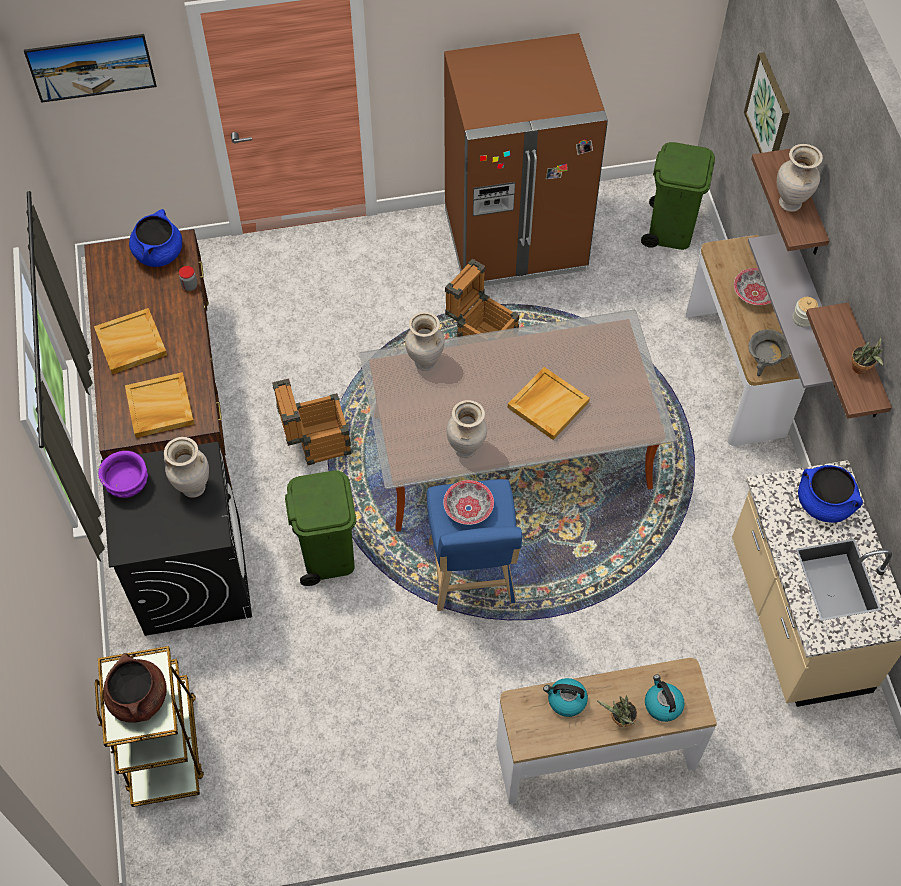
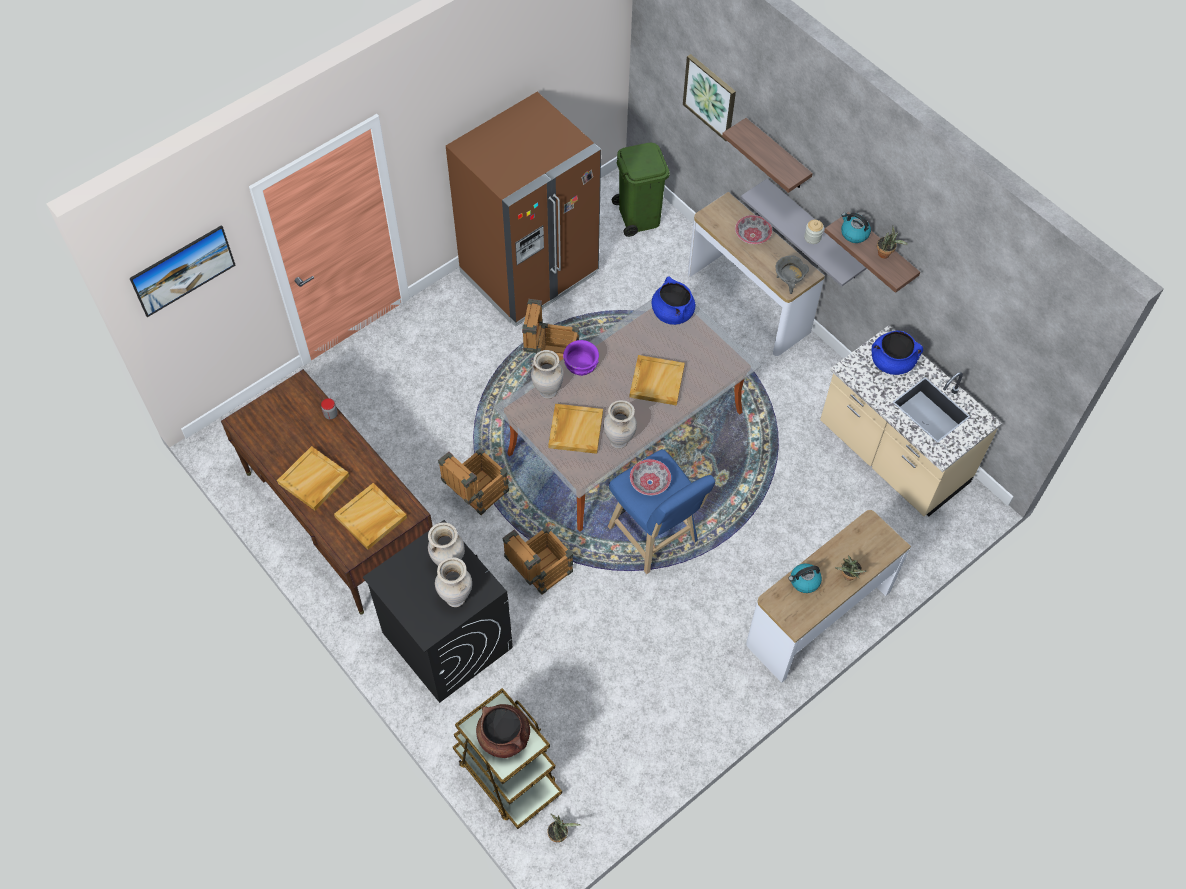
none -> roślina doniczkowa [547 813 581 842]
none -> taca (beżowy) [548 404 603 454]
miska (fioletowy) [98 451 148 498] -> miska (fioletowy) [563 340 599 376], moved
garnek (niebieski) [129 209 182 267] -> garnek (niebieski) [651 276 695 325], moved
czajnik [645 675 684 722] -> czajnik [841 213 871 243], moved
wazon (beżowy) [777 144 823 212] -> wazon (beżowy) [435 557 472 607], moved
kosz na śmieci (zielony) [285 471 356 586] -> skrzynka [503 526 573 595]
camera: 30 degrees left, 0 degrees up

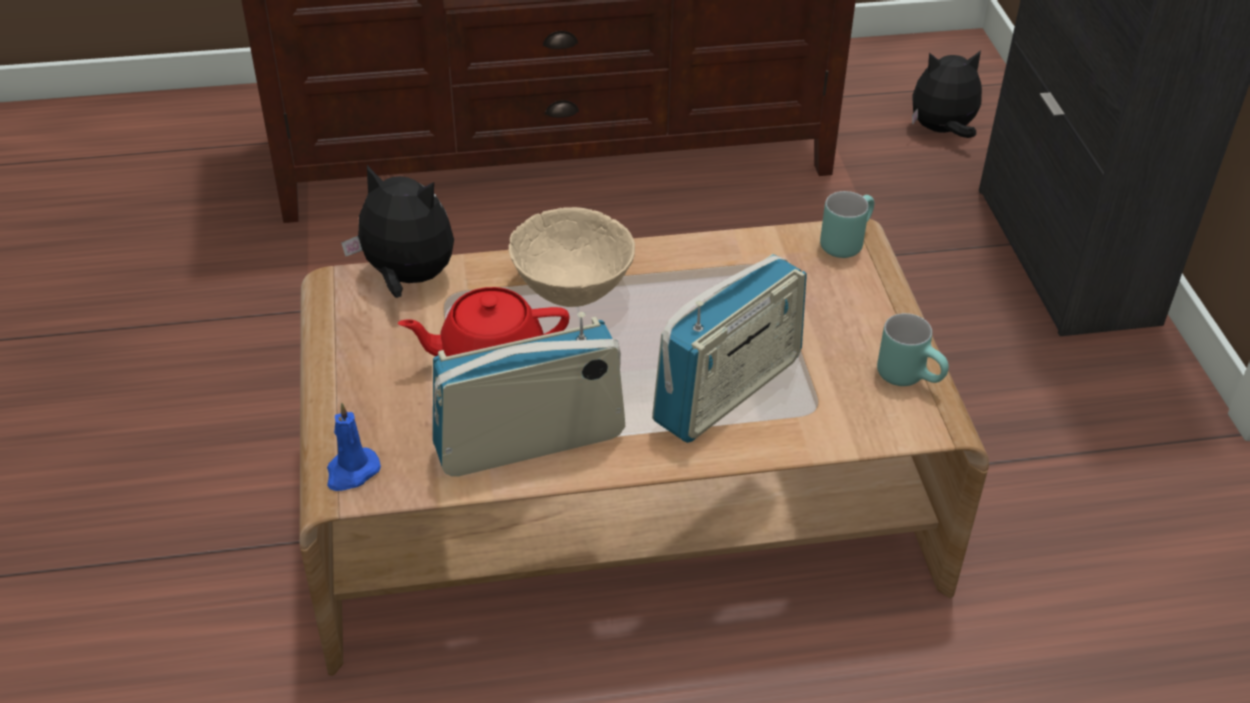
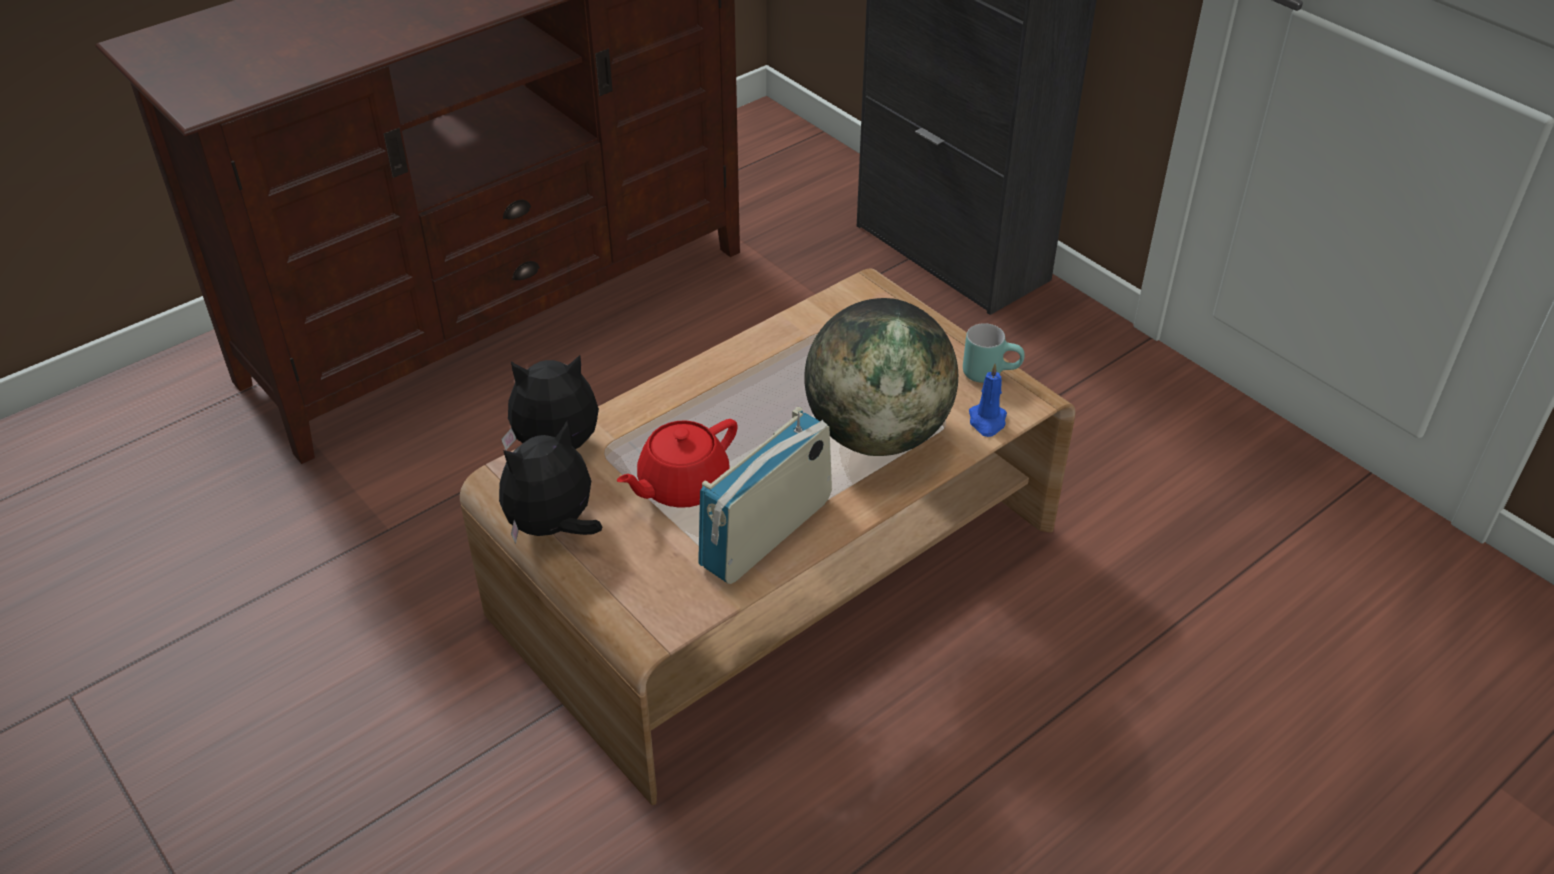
miska (beżowy) [508 207 635 307] -> none
kubek (turkusowy) [820 191 874 258] -> none
świeca (niebieski) [327 403 381 491] -> świeca (niebieski) [969 363 1007 437], moved
pluszak [912 50 982 138] -> pluszak [499 421 602 544], moved
radio [652 254 807 443] -> globus [804 298 958 456]
camera: 30 degrees left, 0 degrees up

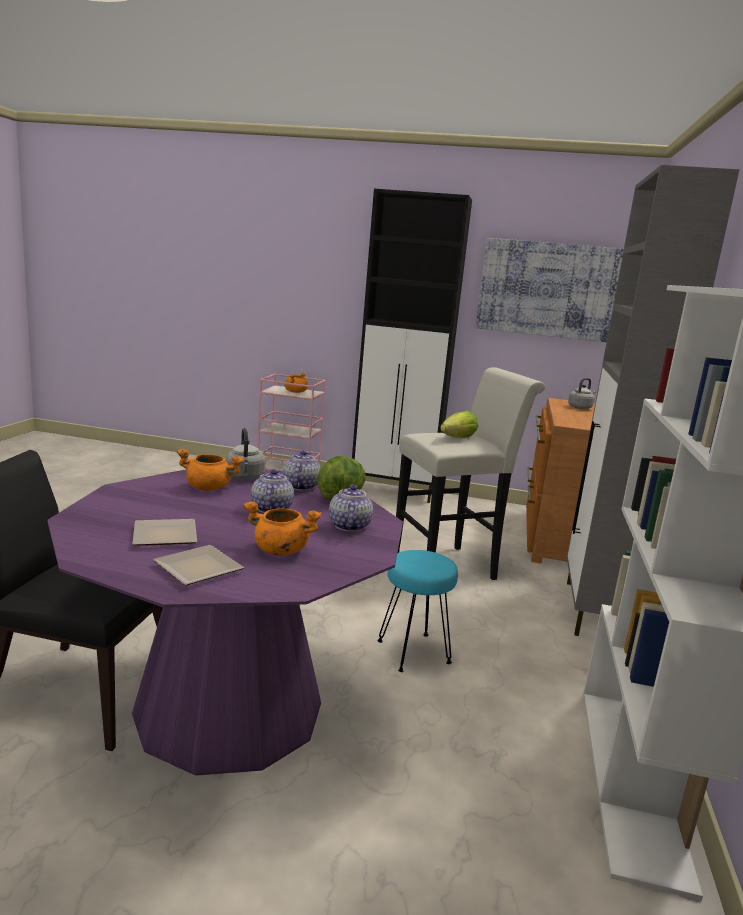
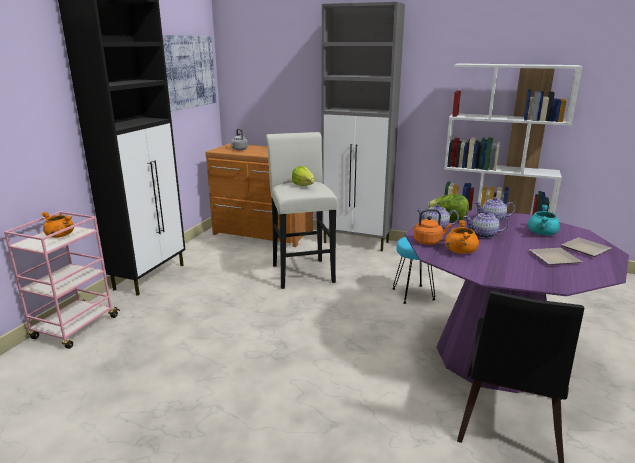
czajnik (szary) [226 428 266 480] -> czajnik (pomarańczowy) [413 209 452 245]
garnek (pomarańczowy) [243 501 322 556] -> garnek (turkusowy) [528 205 560 235]
camera: 80 degrees left, 5 degrees up

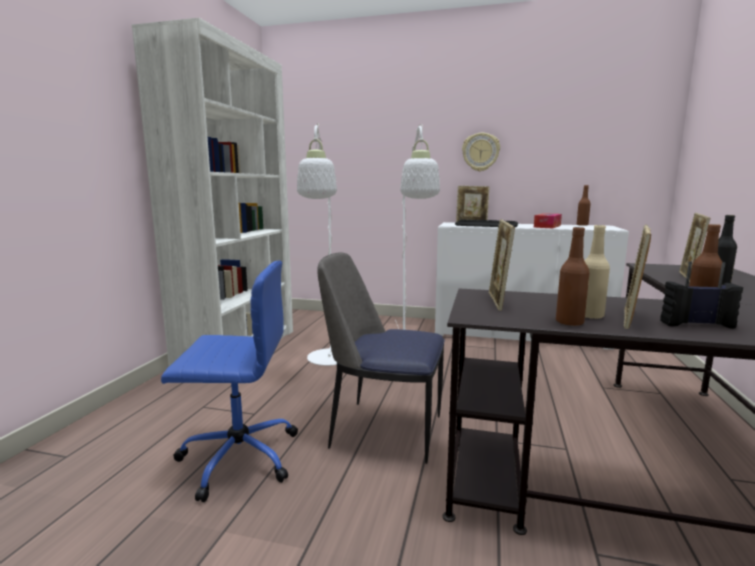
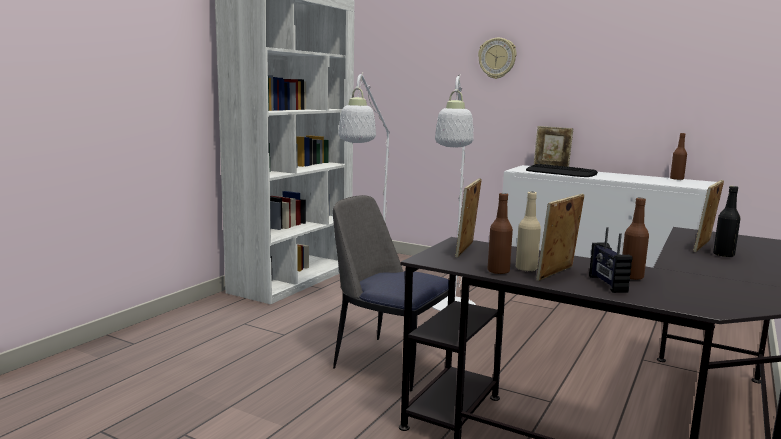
krzesło biurowe (niebieski) [161 260 298 502] -> none
pudełko chusteczek [534 213 562 228] -> none
zegar ścienny [462 133 500 171] -> zegar ścienny [478 38 517 79], moved
radio [660 262 743 329] -> radio [589 227 632 293], 120 degrees counterclockwise
camera: 15 degrees right, 0 degrees up

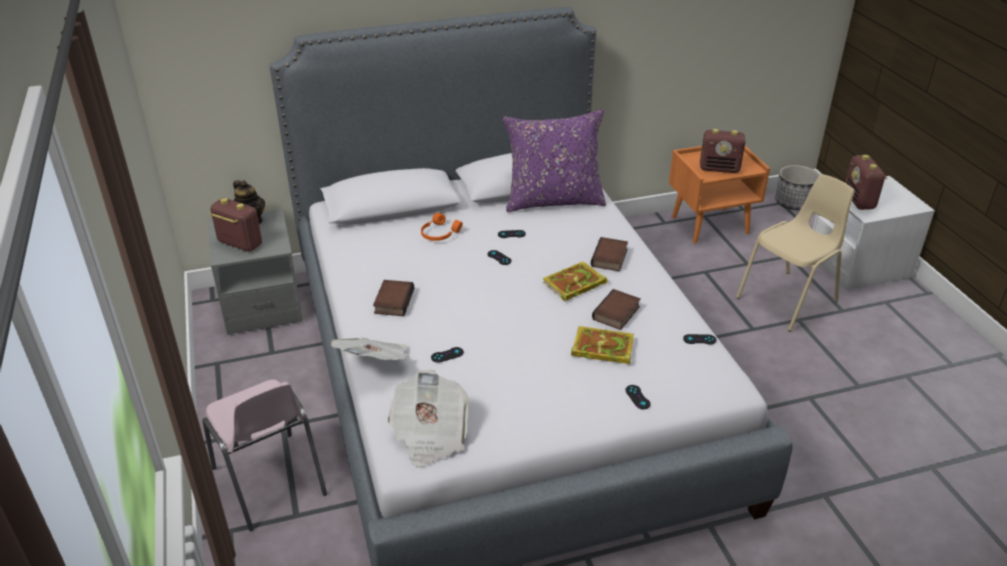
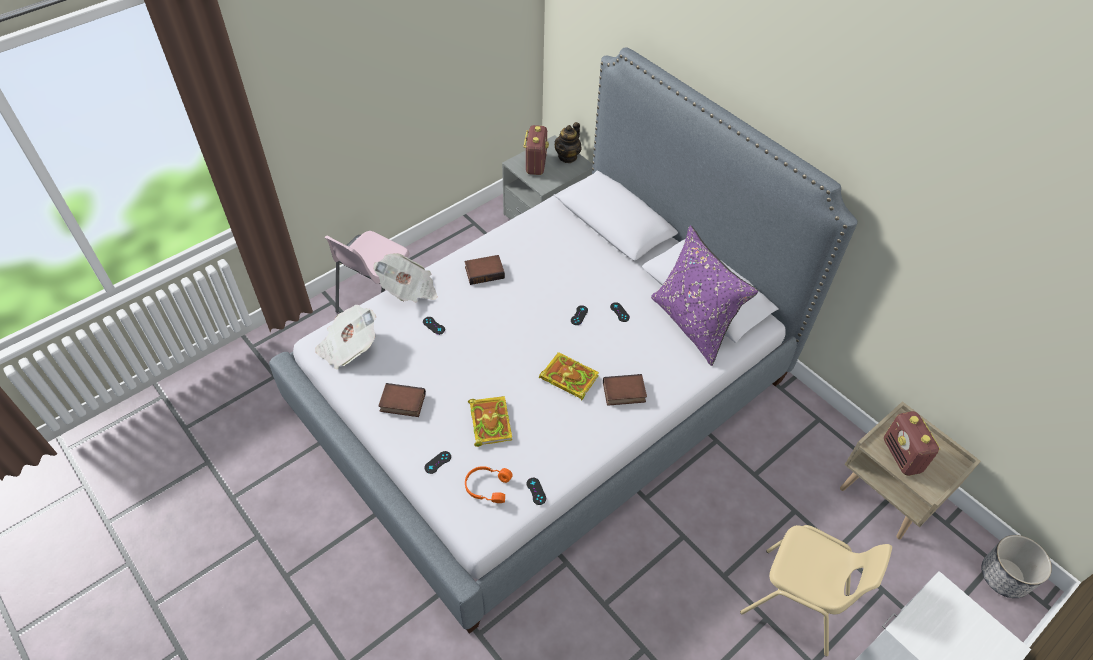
radio [845 155 887 210] -> none
słuchawki (pomarańczowy) [421 213 463 241] -> słuchawki (pomarańczowy) [465 466 513 503], moved
książka [592 289 641 330] -> książka [378 383 426 417], moved
szafka nocna (pomarańczowy) [669 146 770 243] -> szafka nocna (beżowy) [840 401 981 539]
camera: 65 degrees right, 15 degrees up

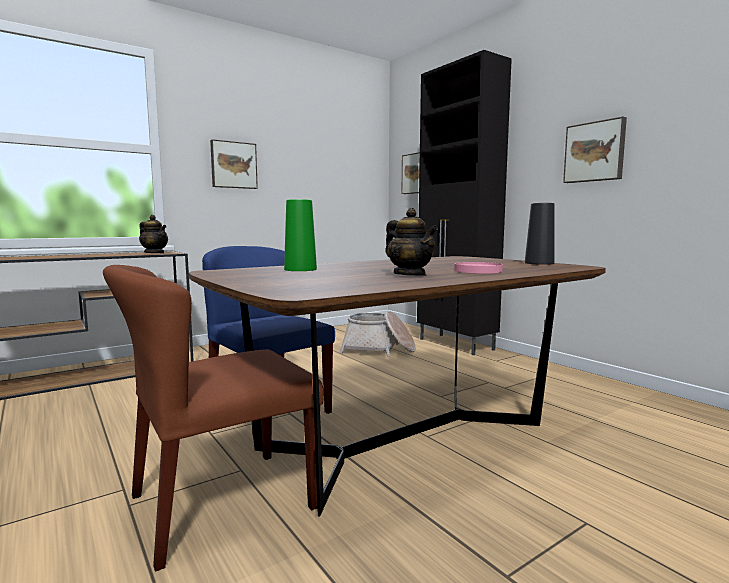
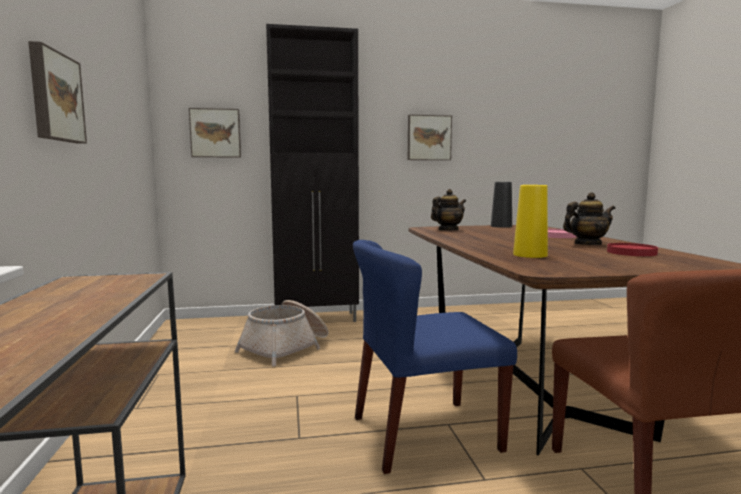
none -> talerz (czerwony) [607 243 658 256]
imbryk [139 215 168 253] -> imbryk [431 189 466 230], moved
wazon (zielony) [284 199 317 271] -> wazon (żółty) [513 185 548 258]
camera: 65 degrees left, 0 degrees up

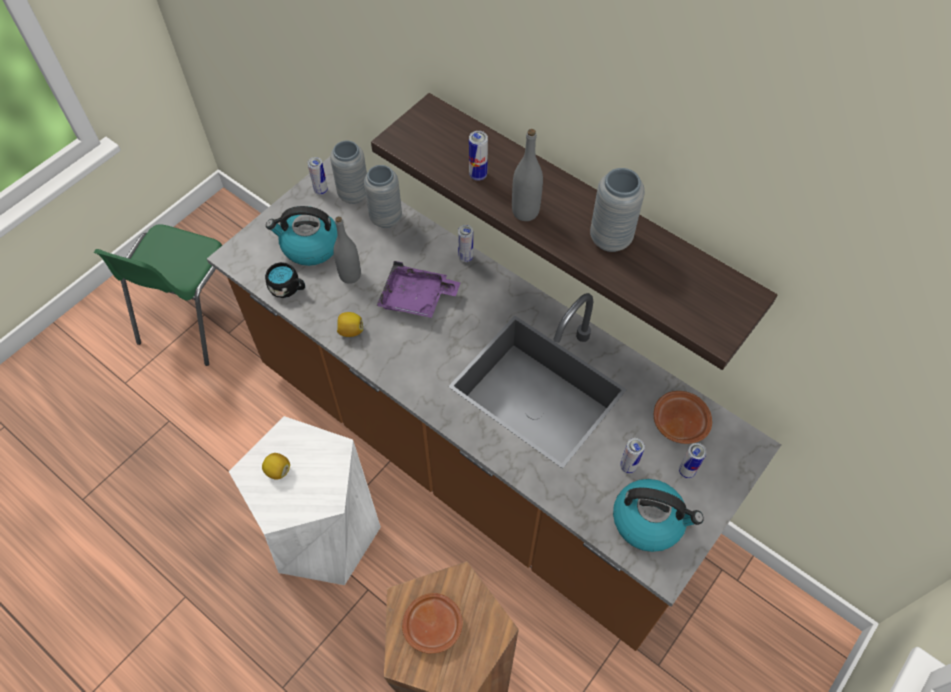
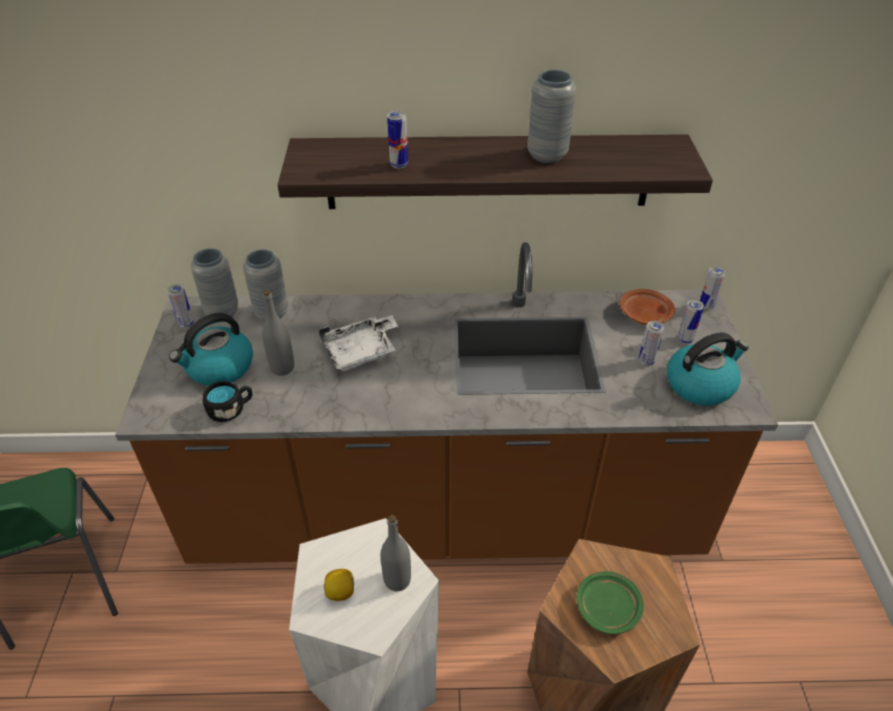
cytryna [337 312 363 337] -> none
puszka [458 225 473 262] -> puszka [700 267 725 310], moved
butelka (szary) [512 129 543 221] -> butelka (szary) [381 515 411 591], moved
taca (fioletowy) [376 261 461 318] -> taca (biały) [319 315 398 371]
talerz (brązowy) [402 593 463 654] -> talerz (zielony) [577 571 644 634]
camera: 40 degrees left, 15 degrees down

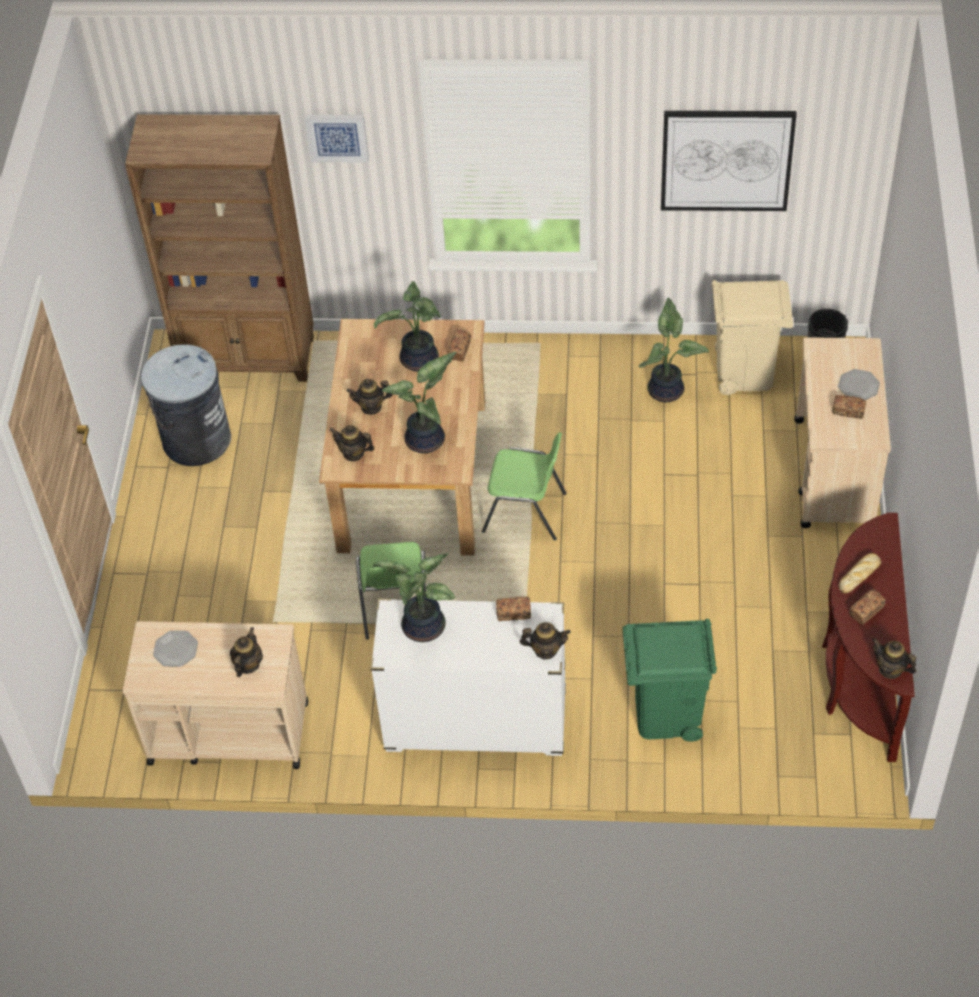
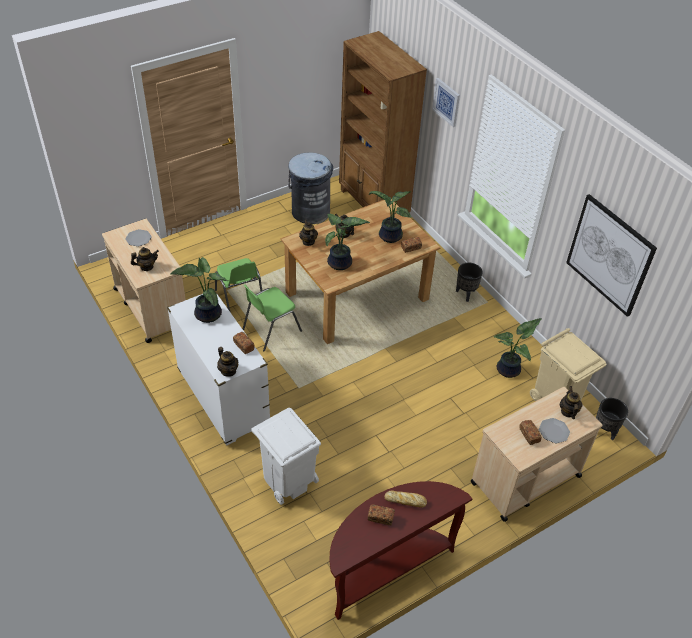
none -> donica (czarny) [456 263 483 302]
krzesło (zielony) [482 433 566 541] -> krzesło (zielony) [215 258 262 313], moved
imbryk [872 638 917 679] -> imbryk [560 386 582 419], moved
kosz na śmieci (zielony) [623 619 717 742] -> kosz na śmieci (biały) [251 408 321 505]
camera: 50 degrees right, 5 degrees down

